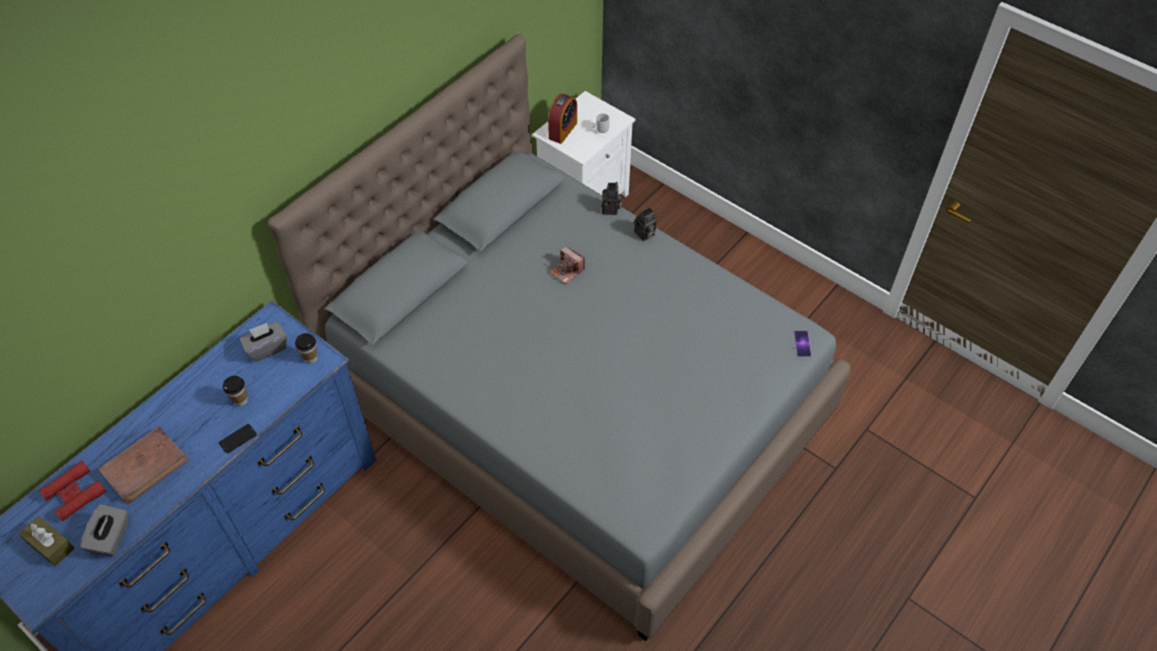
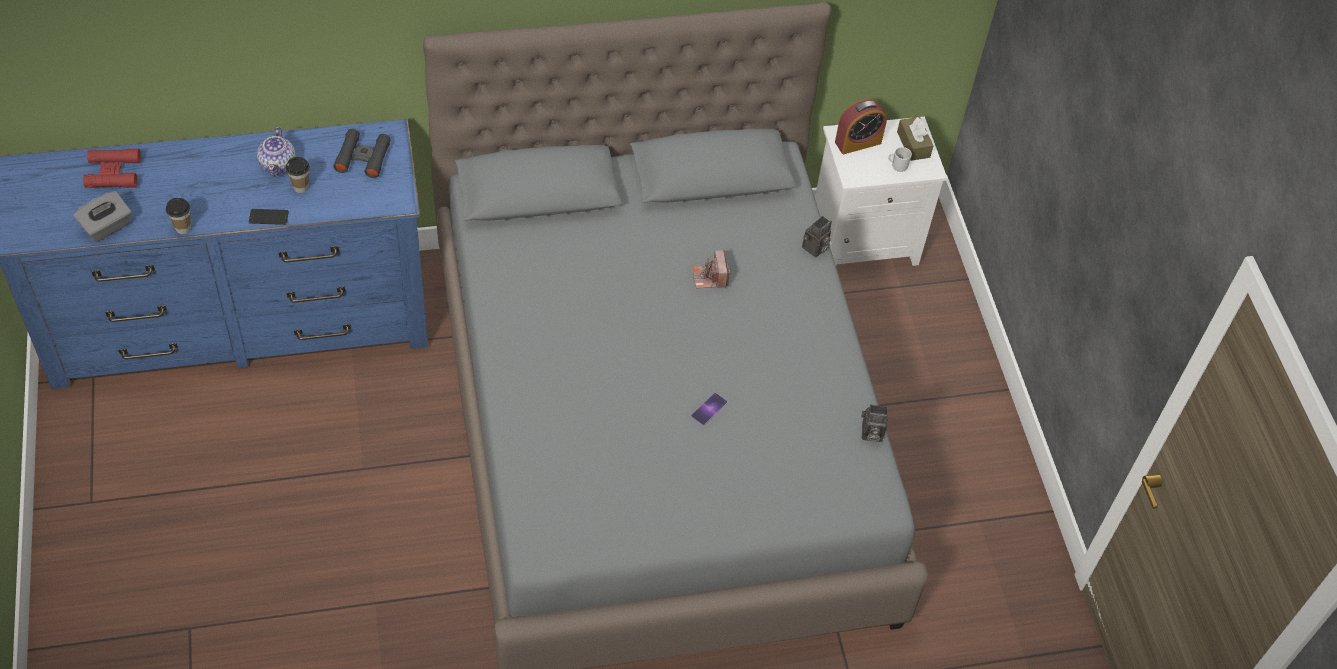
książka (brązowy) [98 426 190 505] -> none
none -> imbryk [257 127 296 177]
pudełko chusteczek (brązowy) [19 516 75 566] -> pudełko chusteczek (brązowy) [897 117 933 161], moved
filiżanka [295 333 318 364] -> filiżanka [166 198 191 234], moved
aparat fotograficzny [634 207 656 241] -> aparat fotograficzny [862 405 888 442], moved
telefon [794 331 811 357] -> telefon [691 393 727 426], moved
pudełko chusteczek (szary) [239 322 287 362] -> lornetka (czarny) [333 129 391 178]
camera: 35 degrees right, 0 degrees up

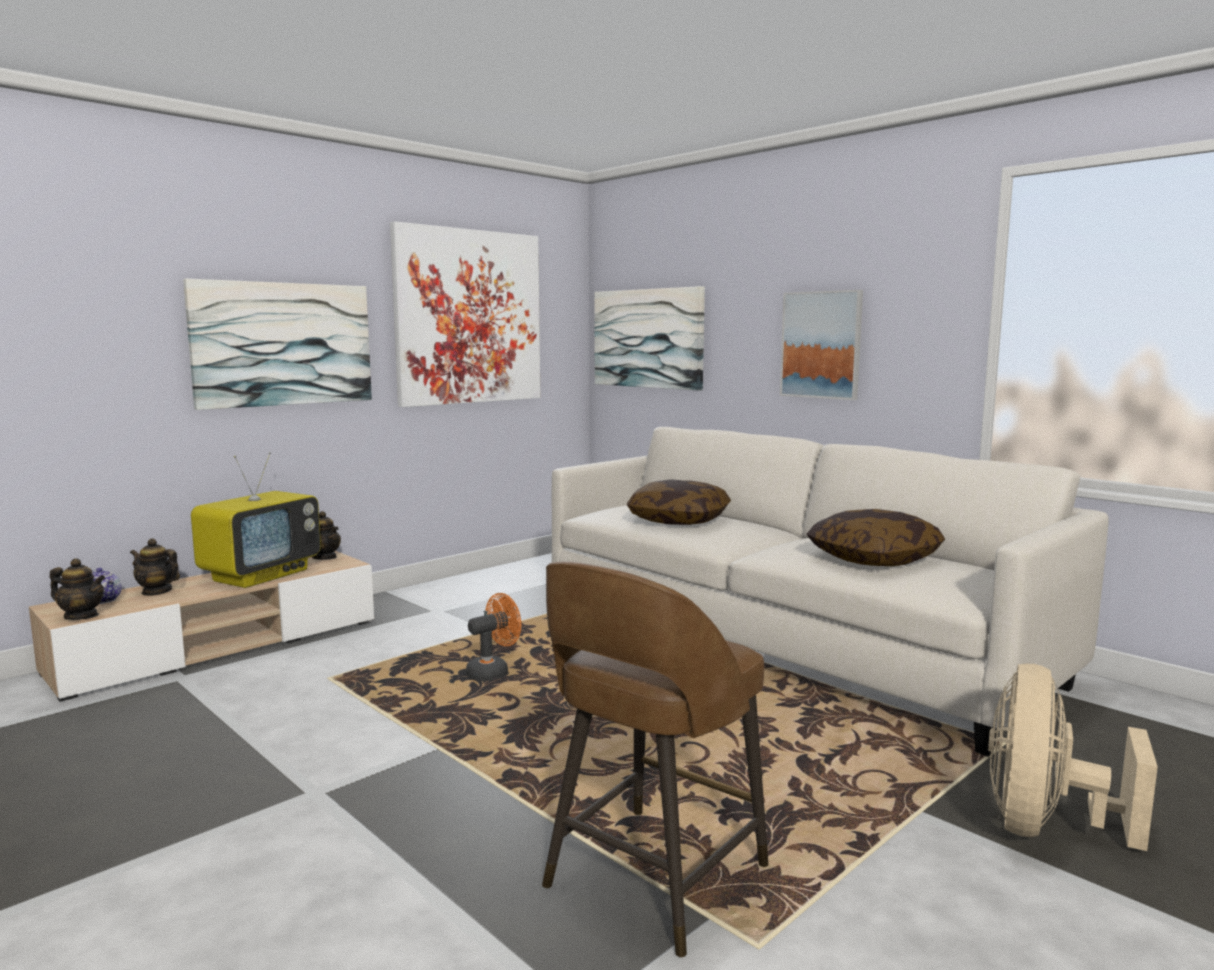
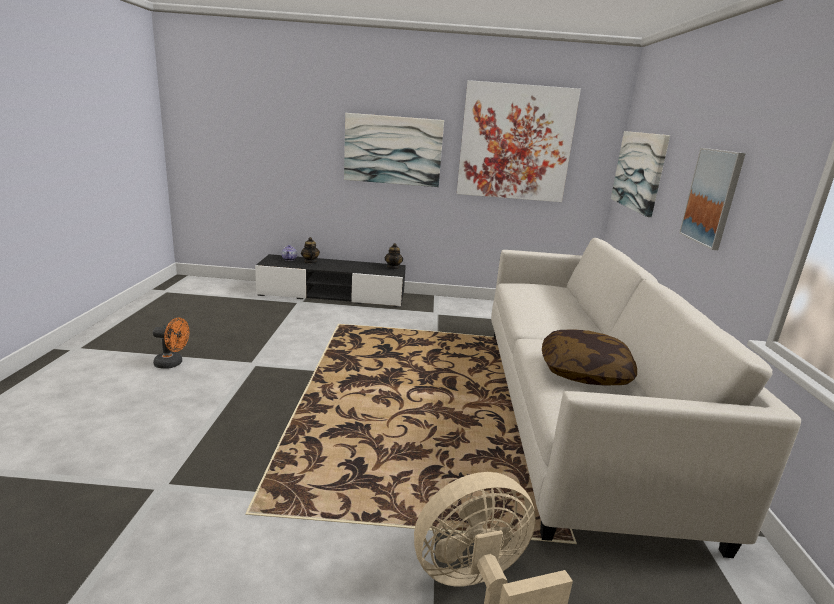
imbryk [50 558 105 620] -> none
telewizor [191 452 321 588] -> none
stołek (brązowy) [542 561 768 958] -> none
poduszka [627 479 731 525] -> none
wentylator (pomarańczowy) [466 593 521 681] -> wentylator (pomarańczowy) [153 318 189 369], moved
szafka pod telewizor (beżowy) [29 551 374 702] -> szafka pod telewizor (czarny) [255 254 406 307]
camera: 45 degrees right, 10 degrees up

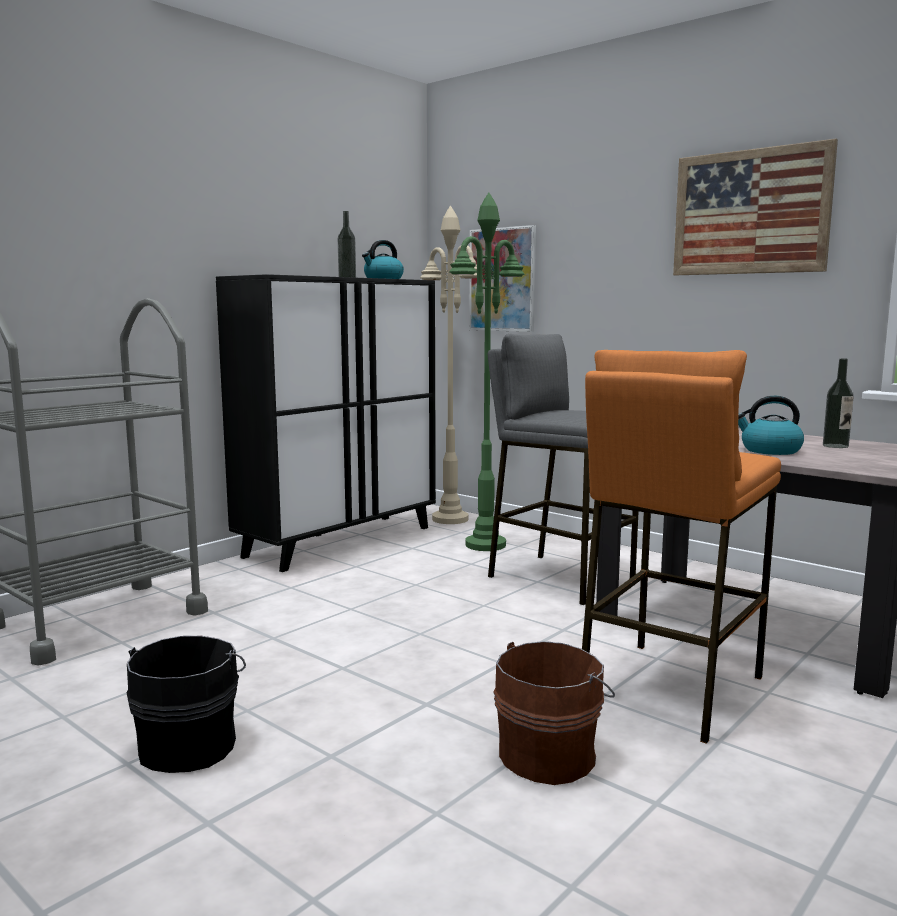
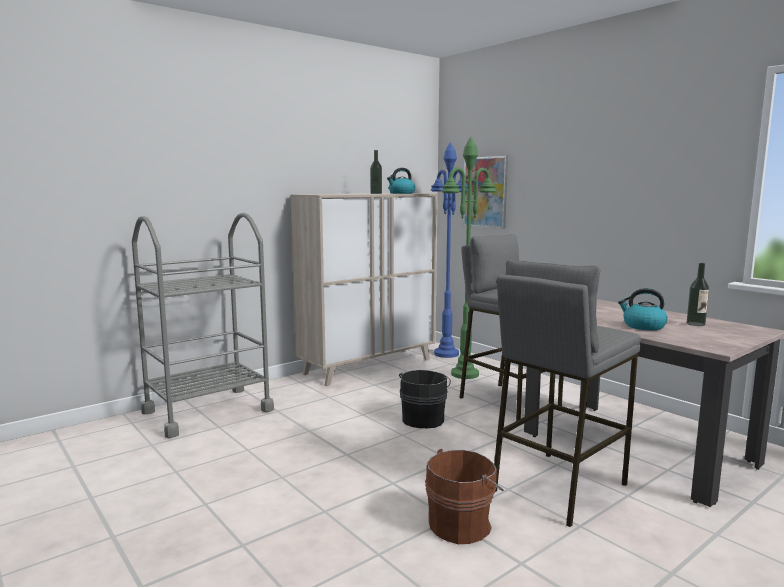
obraz [673 139 838 275] -> none
wiadro (czarny) [126 636 246 773] -> wiadro (czarny) [399 370 451 428], moved
szafka (czarny) [216 274 436 572] -> szafka (beżowy) [291 193 437 386]
lampa stojąca (beżowy) [420 205 483 524] -> lampa stojąca (niebieski) [430 142 468 358]
stołek (pomarańczowy) [582 350 781 744] -> stołek (szary) [494 260 641 527]
camera: 10 degrees right, 0 degrees up

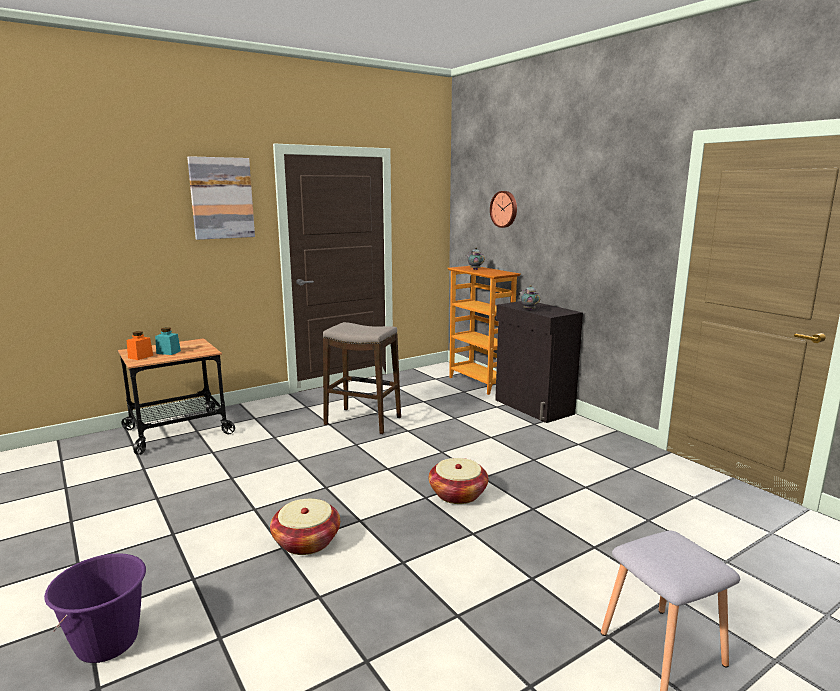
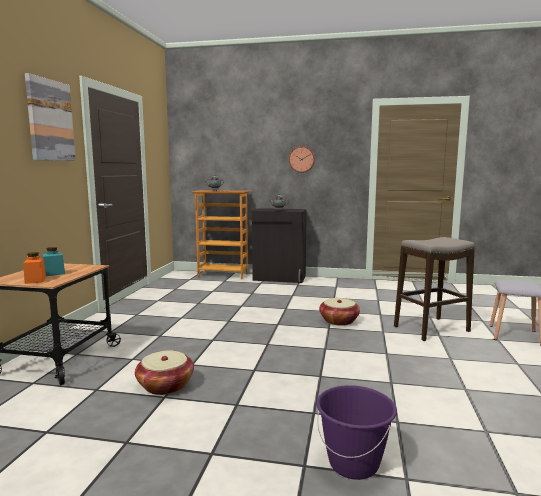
koszyk [270 499 340 555] -> koszyk [135 350 194 395], moved
stołek [323 322 401 434] -> stołek [394 237 475 341], moved
zegar ścienny [490 191 517 228] -> zegar ścienny [289 146 315 173], moved
camera: 45 degrees left, 5 degrees down

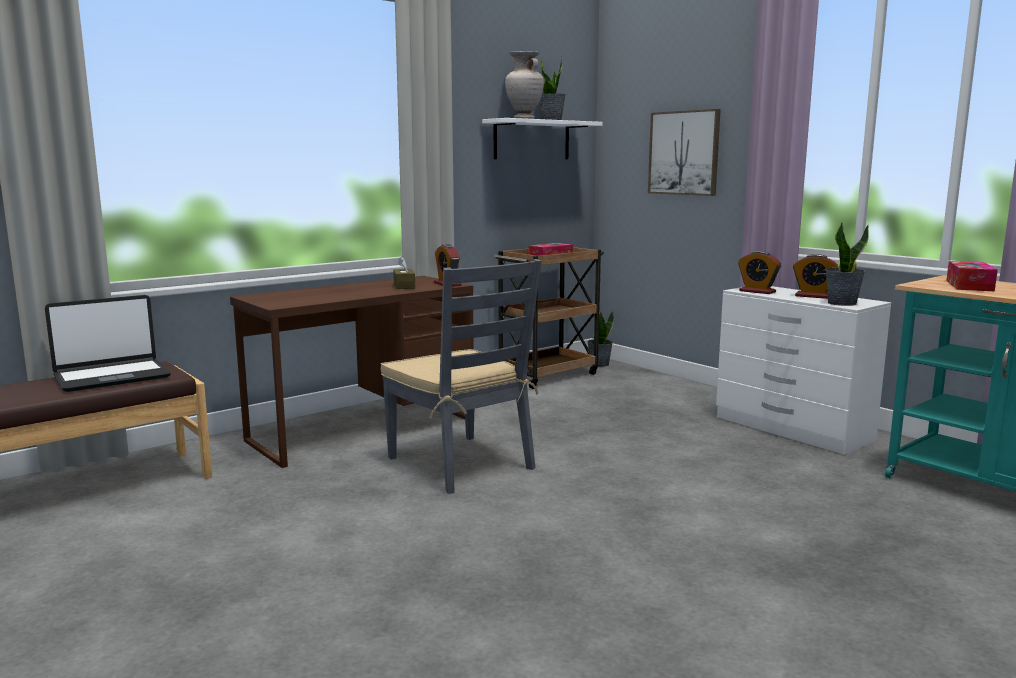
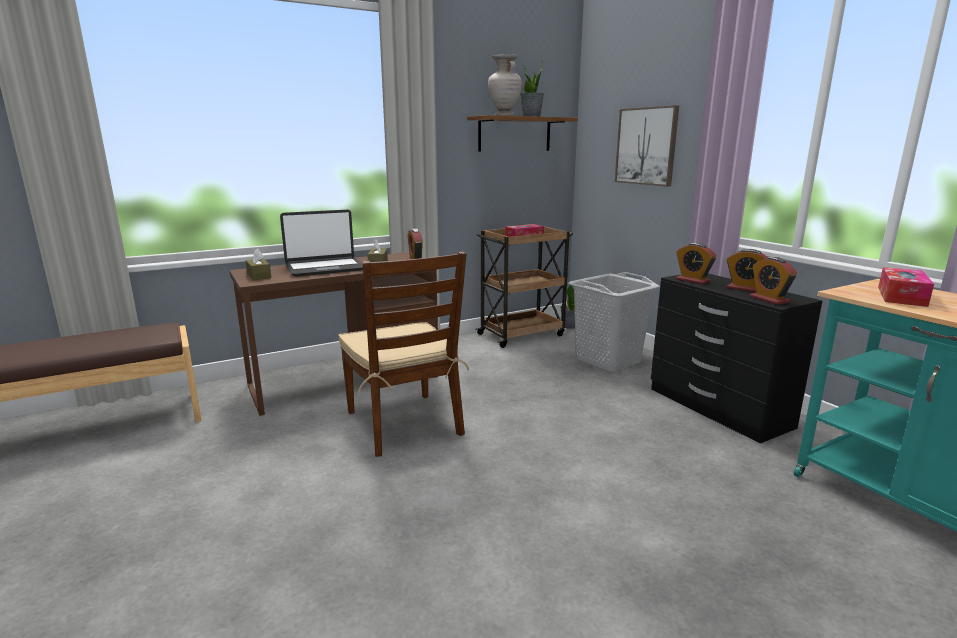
none -> pudełko chusteczek (brązowy) [245 248 271 280]
none -> kosz na pranie (szary) [569 272 660 373]
laptop [45 295 171 392] -> laptop [280 210 363 277], moved
roślina doniczkowa [825 222 869 306] -> budzik [749 257 797 305]
krzesło (szary) [381 259 541 494] -> krzesło (brązowy) [339 251 469 457]
półka (biały) [482 118 603 159] -> półka (brązowy) [467 115 578 151]
komoda (biały) [716 286 891 455] -> komoda (czarny) [651 274 822 443]
camera: 10 degrees right, 5 degrees up

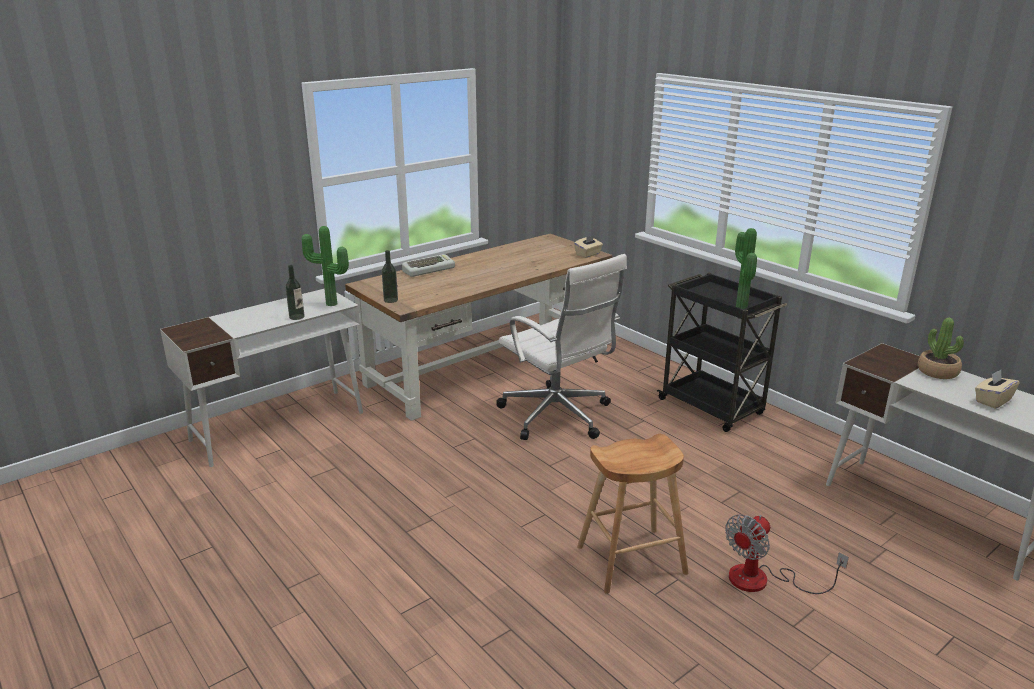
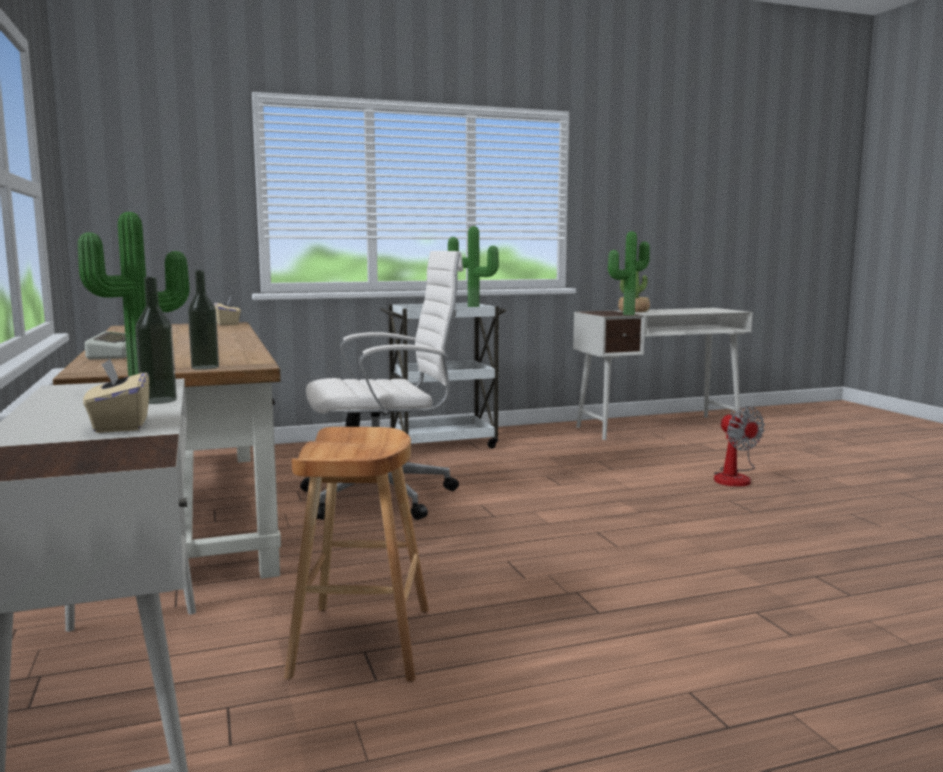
none -> roślina doniczkowa [608 231 650 315]
stołek (brązowy) [577 434 688 594] -> stołek (brązowy) [284 427 429 682], moved
pudełko chusteczek (beżowy) [975 370 1020 409] -> pudełko chusteczek (beżowy) [83 359 149 433], moved
wózek (czarny) [657 273 787 432] -> wózek (biały) [380 303 506 449]
camera: 70 degrees left, 15 degrees down

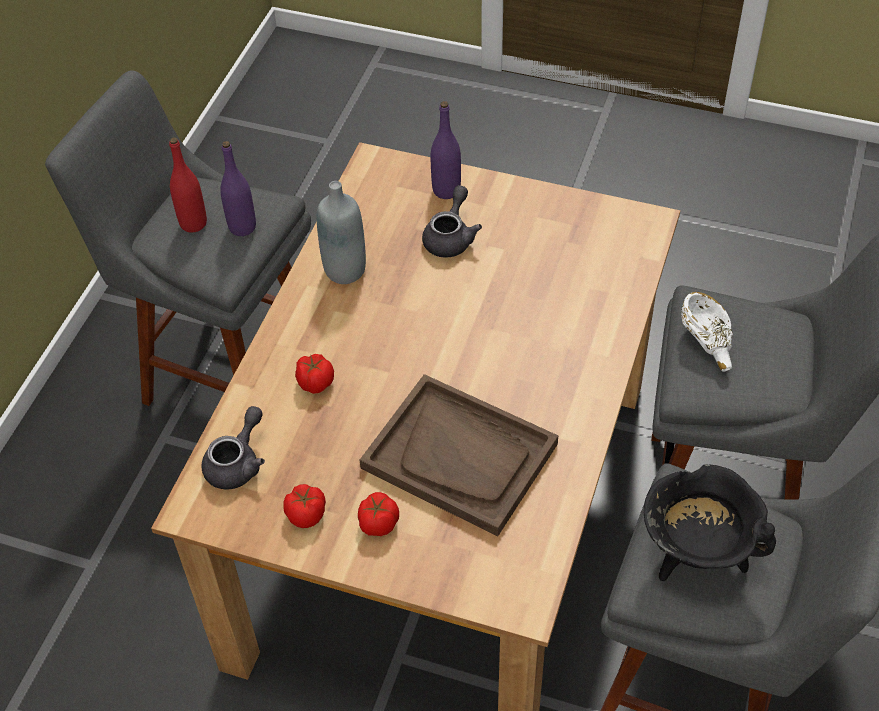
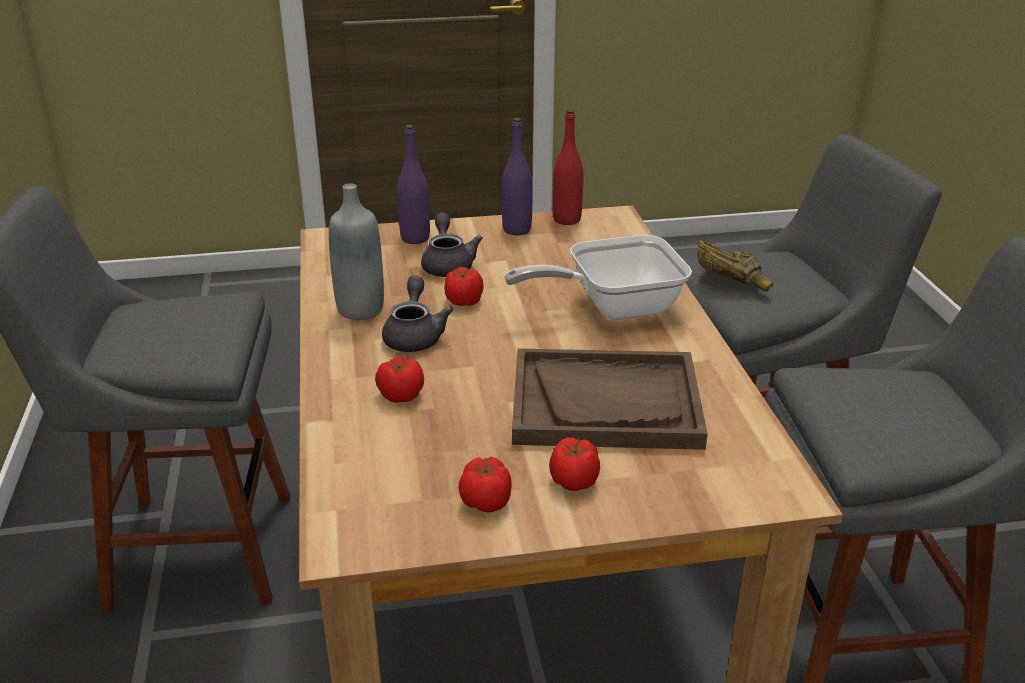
garnek (czarny) [644 464 776 581] -> none
none -> pomidor [444 267 484 306]
none -> patelnia [504 235 692 320]
butelka (czerwony) [169 137 207 233] -> butelka (czerwony) [553 109 583 225], moved
imbryk (szary) [201 406 265 490] -> imbryk (szary) [382 276 453 352], moved
butelka (fioletowy) [220 141 256 236] -> butelka (fioletowy) [502 118 533 235], moved
miska (biały) [681 292 733 372] -> miska (brązowy) [697 240 773 291]
camera: 30 degrees left, 20 degrees down

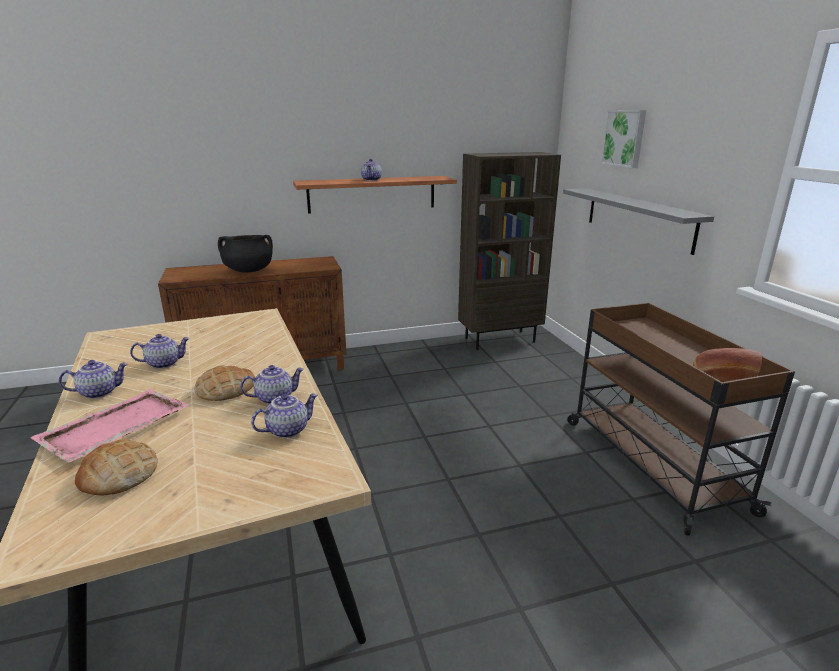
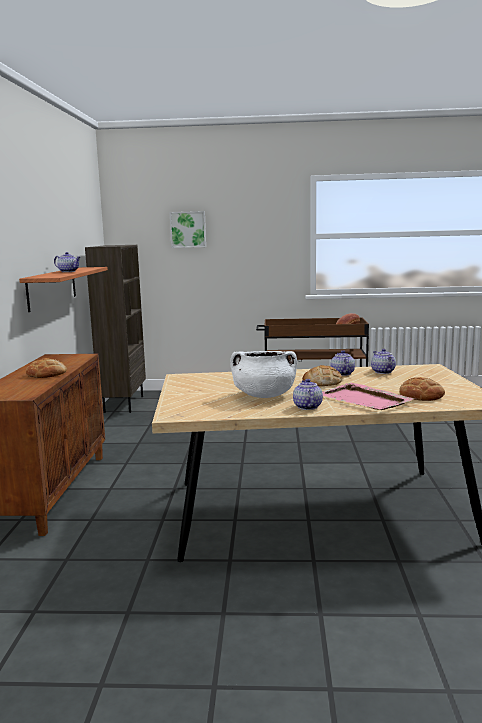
półka (szary) [563 188 714 255] -> none
imbryk [130 334 190 369] -> garnek (biały) [230 351 297 398]
garnek (czarny) [218 235 273 273] -> chleb [26 358 67 378]
camera: 70 degrees left, 10 degrees down

